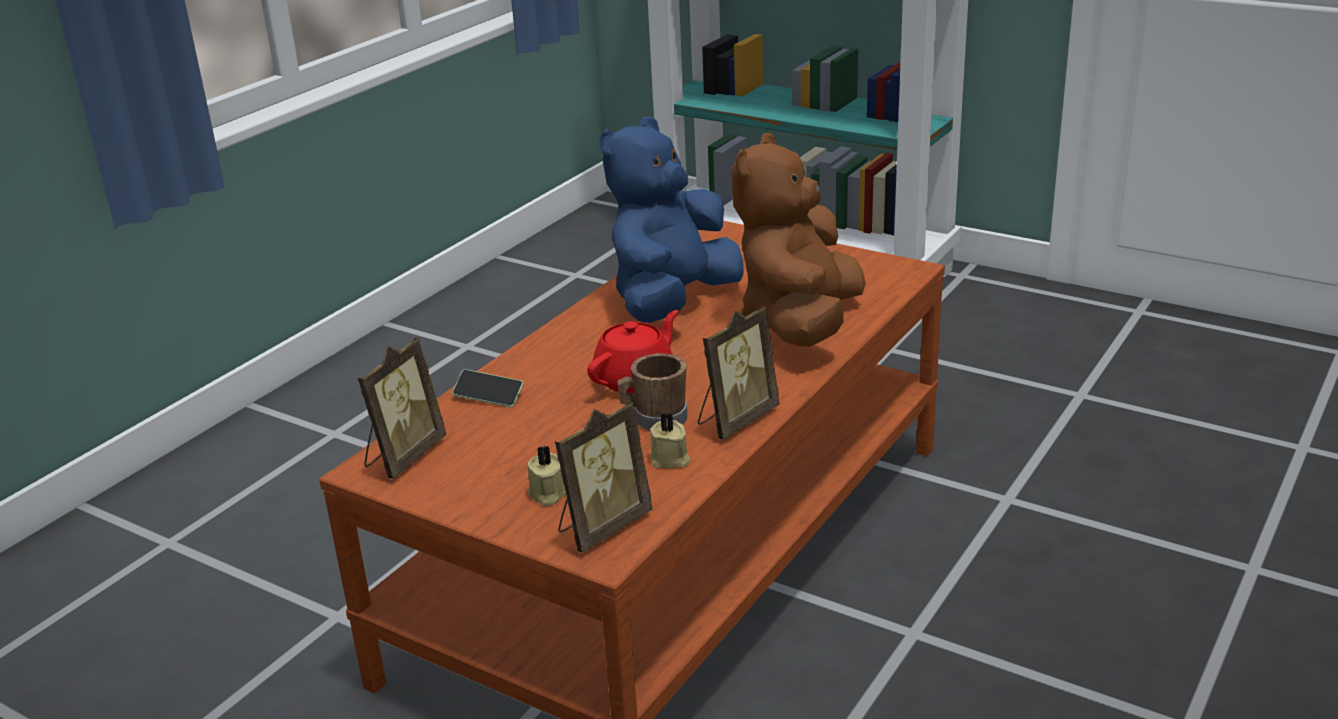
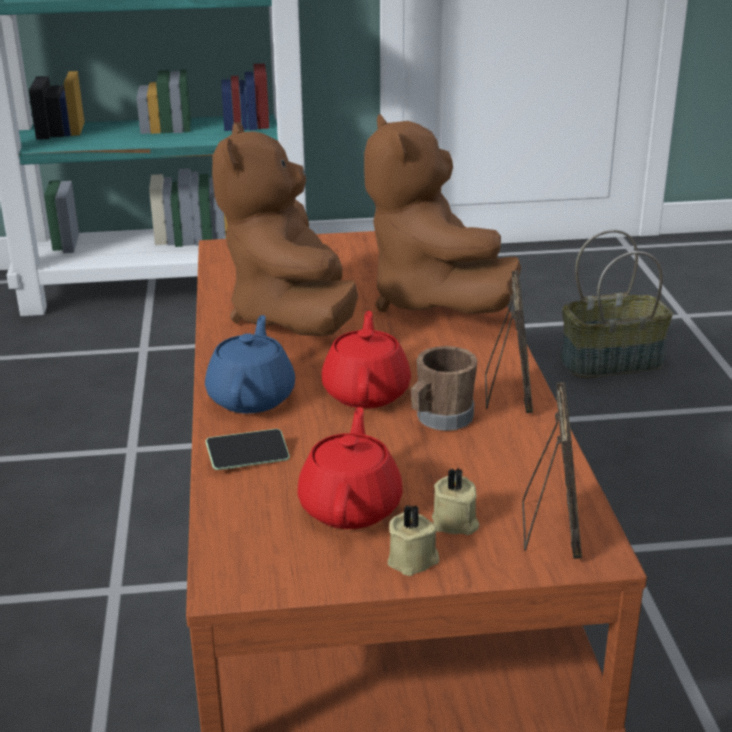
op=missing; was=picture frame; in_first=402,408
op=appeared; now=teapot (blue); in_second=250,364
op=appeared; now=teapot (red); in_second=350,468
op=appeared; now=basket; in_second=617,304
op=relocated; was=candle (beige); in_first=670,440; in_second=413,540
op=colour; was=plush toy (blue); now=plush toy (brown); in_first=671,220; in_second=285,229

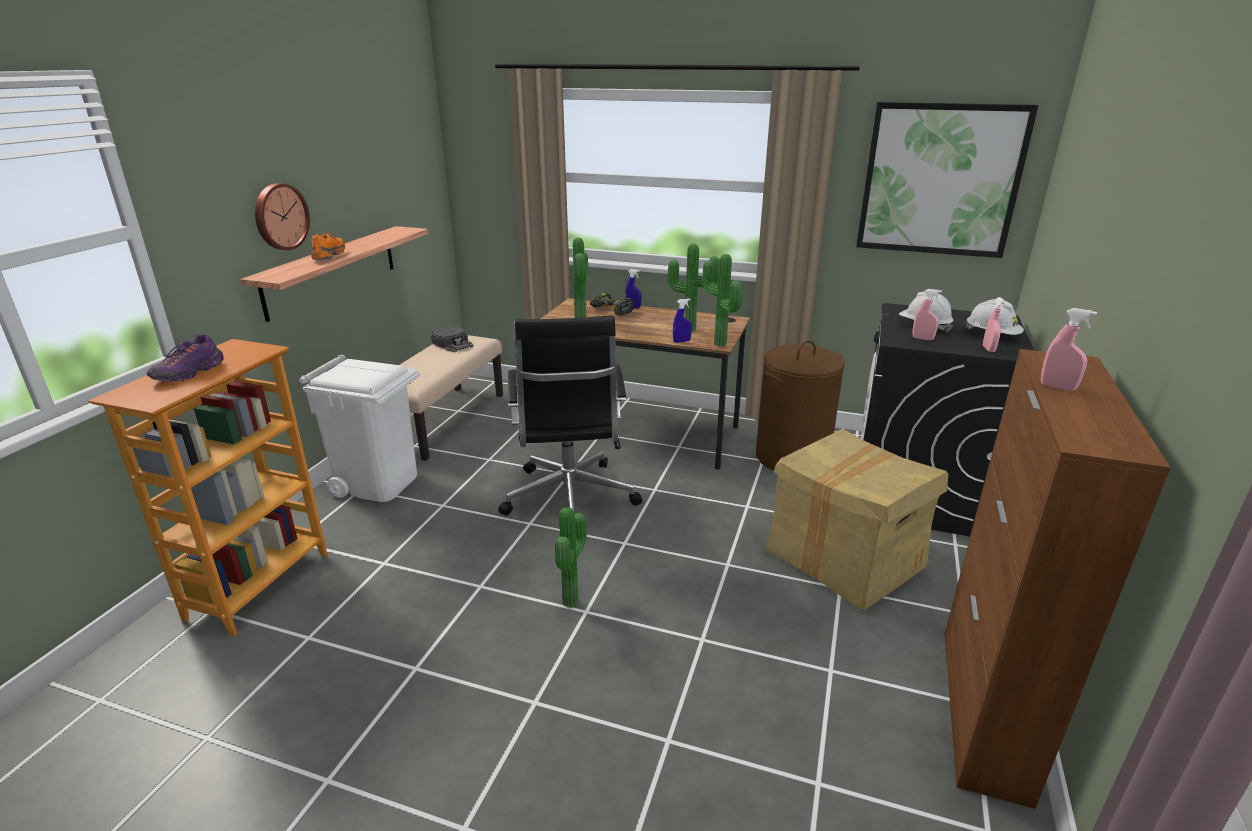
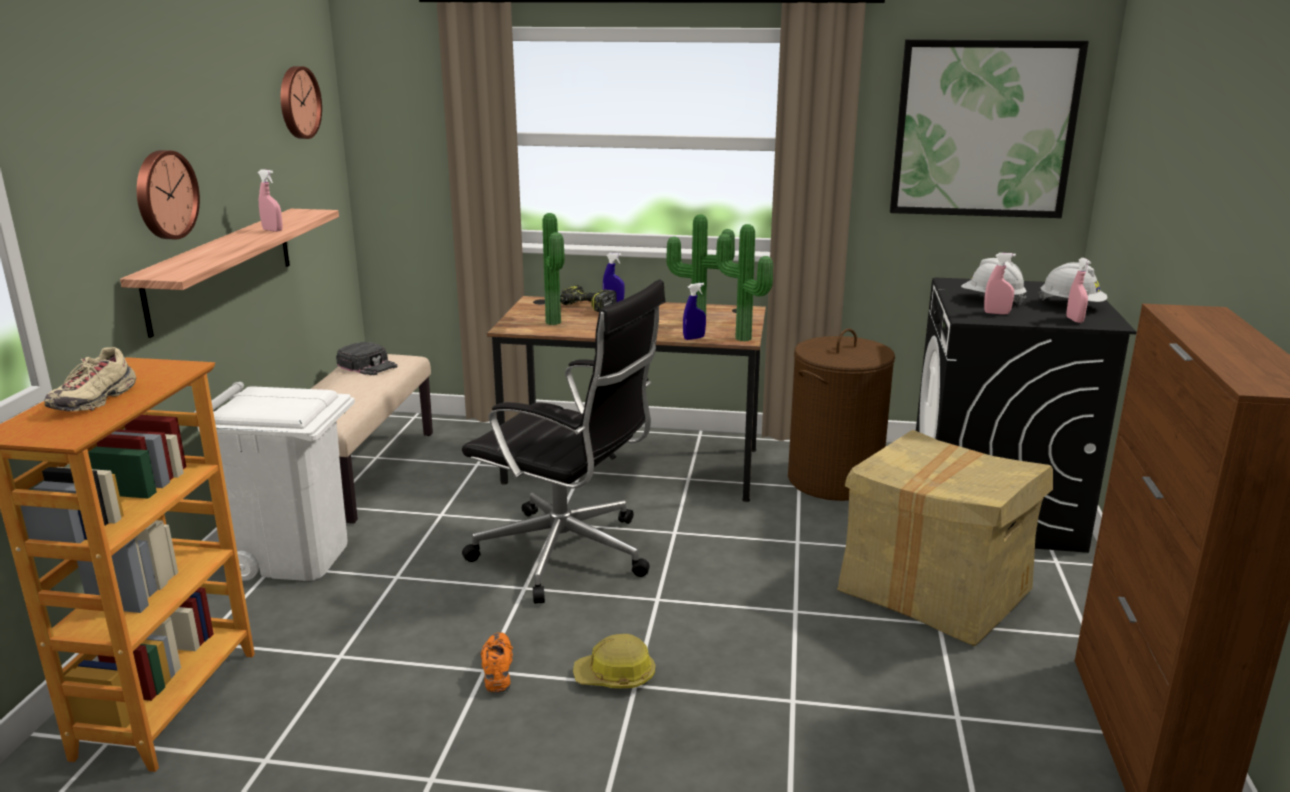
op=appeared; now=wall clock; in_second=301,102
op=relocated; was=shoe (orange); in_first=328,246; in_second=496,662
op=relocated; was=spray bottle (pink); in_first=1069,349; in_second=270,200
op=exchanged; was=potted plant; now=hard hat; in_first=571,557; in_second=614,661
op=colour; was=shoe (purple); now=shoe (beige); in_first=185,358; in_second=90,379
op=spun; was=office chair (black); in_first=570,415; in_second=564,441; clockwise=-45

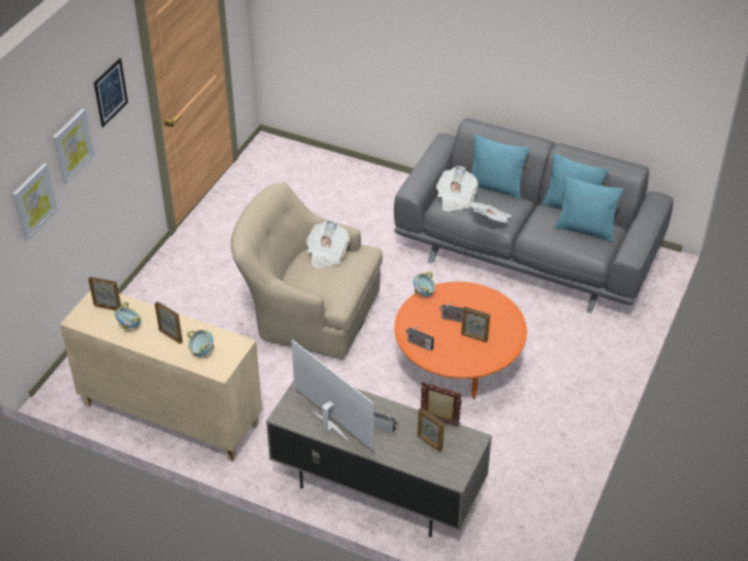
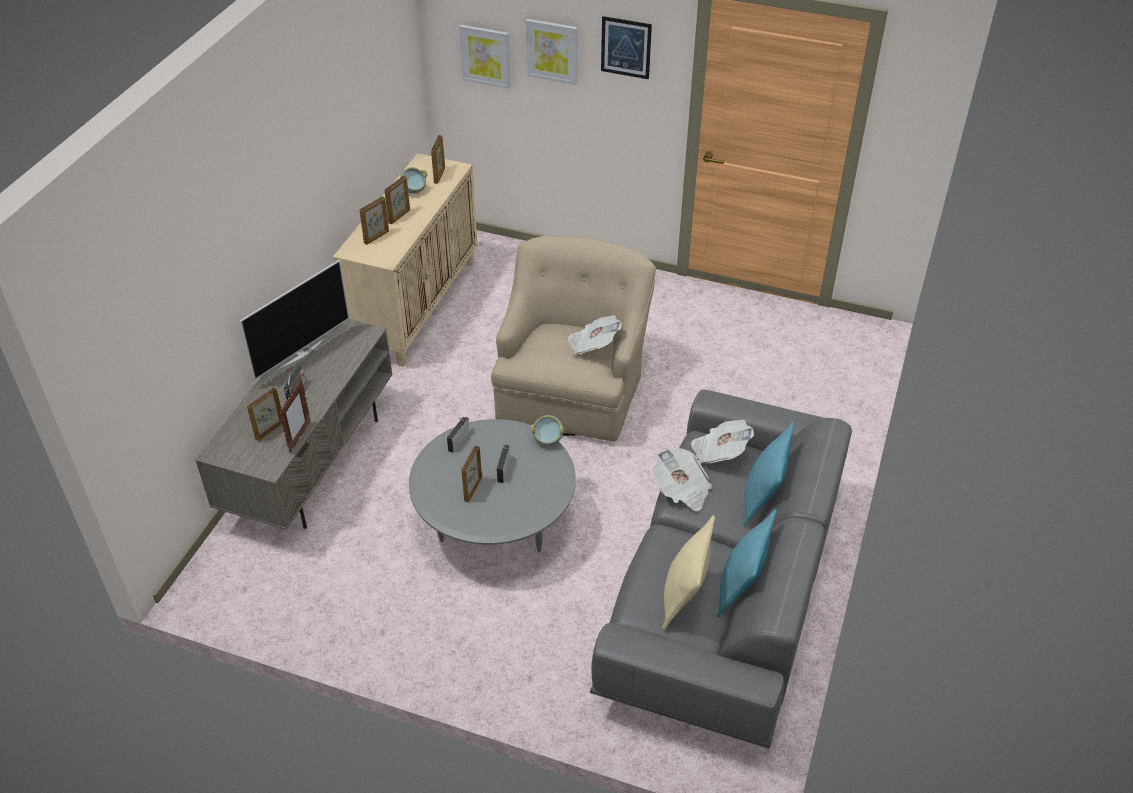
op=exchanged; was=bowl; now=picture frame; in_first=200,343; in_second=374,220
op=colour; was=coffee table (orange); now=coffee table (grey); in_first=460,340; in_second=492,485
op=colour; was=pillow (turquoise); now=pillow (beige); in_first=589,209; in_second=688,572

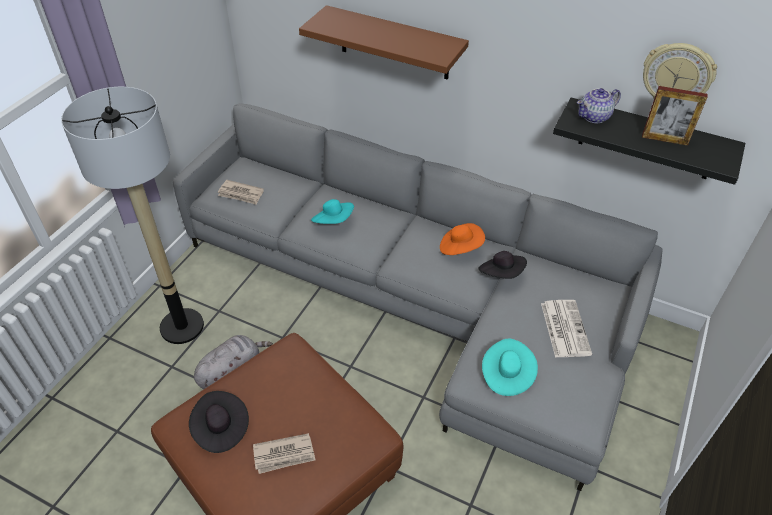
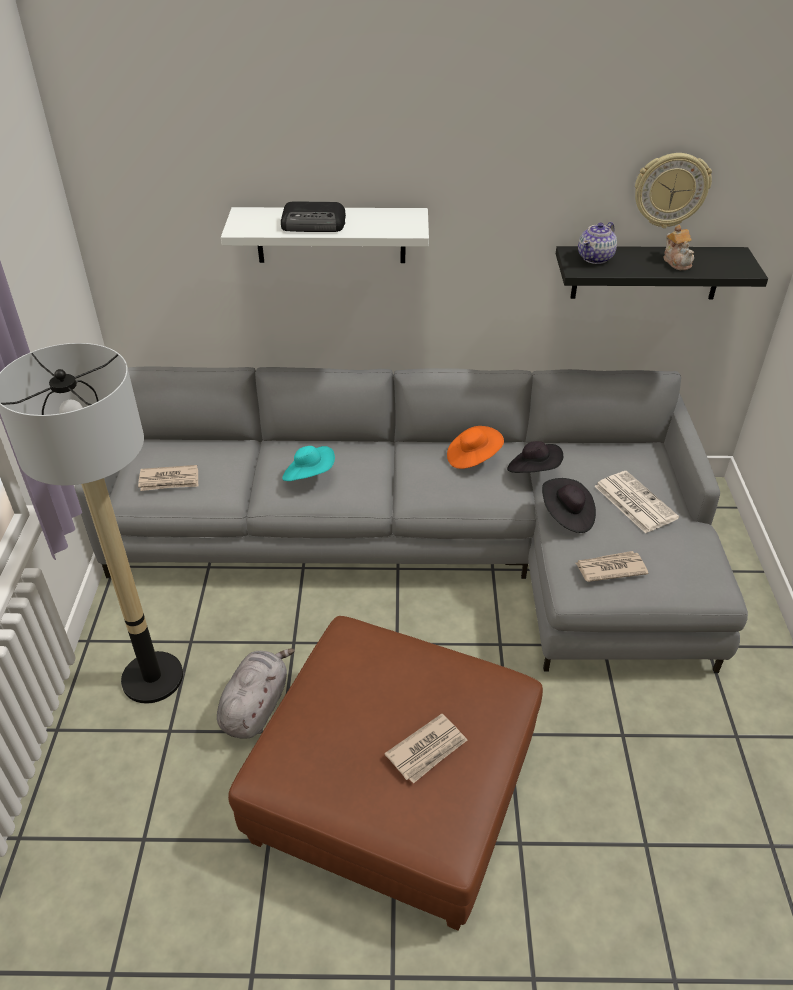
op=appeared; now=radio; in_second=313,216
op=relocated; was=hat (black); in_first=219,422; in_second=569,505
op=exchanged; was=hat (turquoise); now=newspaper; in_first=510,367; in_second=612,566
op=exchanged; was=picture frame; now=teapot; in_first=674,116; in_second=678,247
op=colour; was=shelf (brown); now=shelf (white); in_first=384,42; in_second=325,235

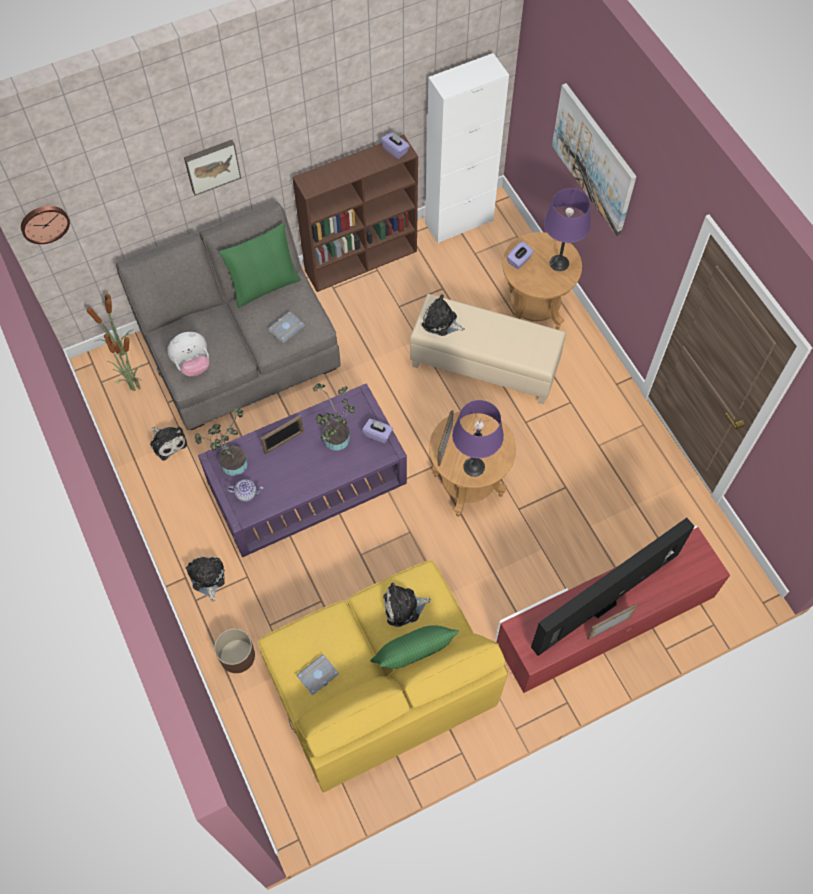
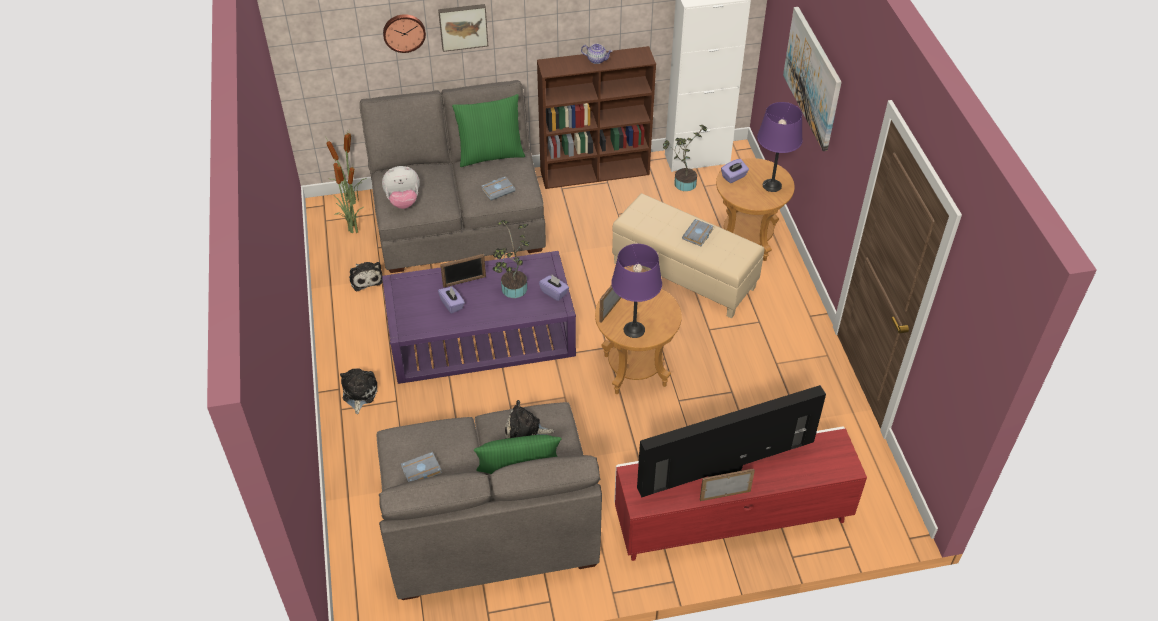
op=missing; was=planter (brown); in_first=234,650
op=missing; was=plush toy; in_first=443,315
op=appeared; now=book (grey); in_second=698,232
op=relocated; was=wall clock; in_first=45,225; in_second=404,33
op=relocated; was=potted plant; in_first=221,442; in_second=685,158
op=relocated; was=teapot; in_first=245,490; in_second=597,54
op=relocated; was=tissue box (purple); in_first=395,145; in_second=451,300
op=colour; was=sofa (yellow); now=sofa (grey); in_first=383,676; in_second=489,501

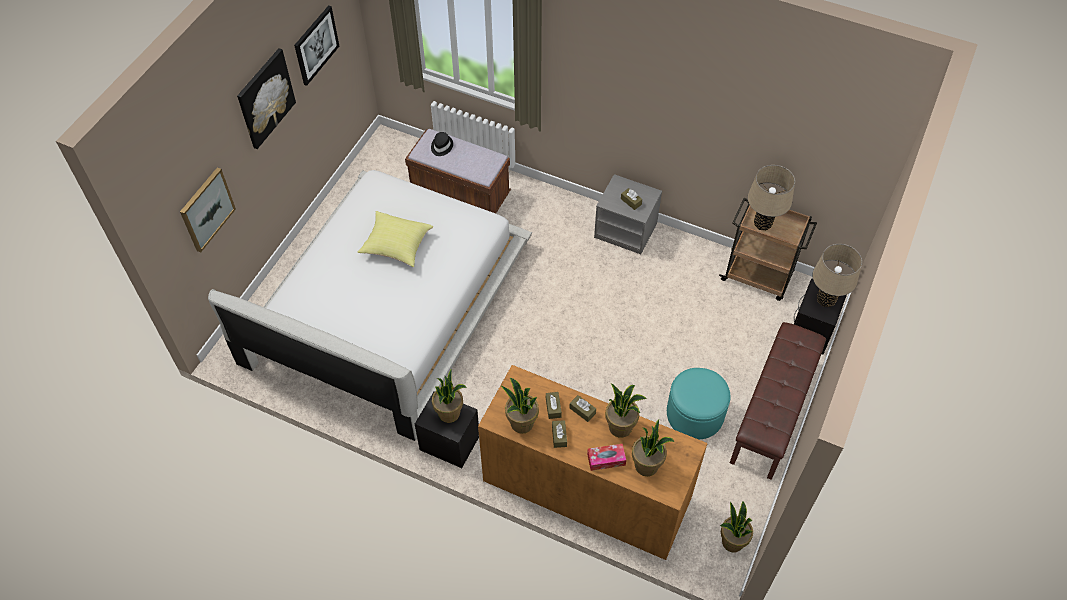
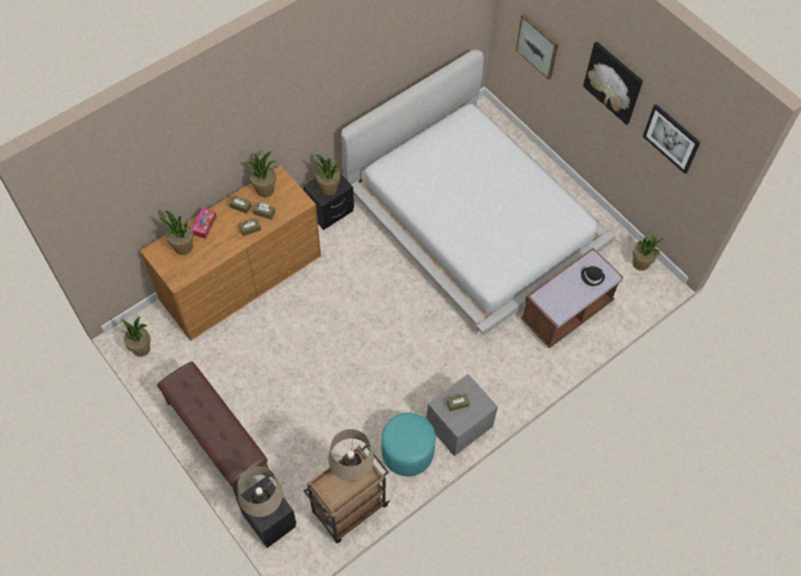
op=missing; was=pillow (yellow); in_first=395,239
op=relocated; was=potted plant; in_first=626,410; in_second=649,253
op=relocated; was=ottoman (turquoise); in_first=699,403; in_second=408,444

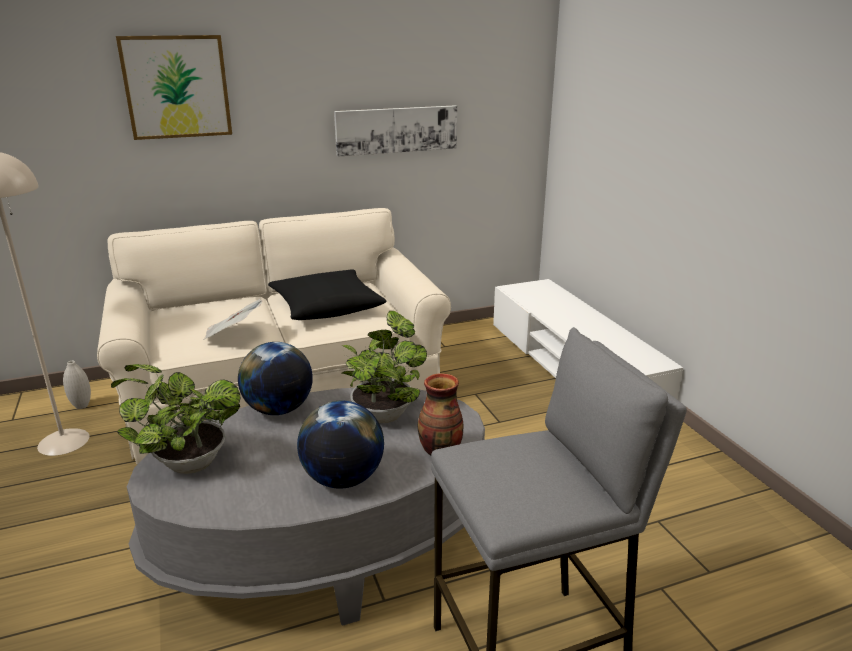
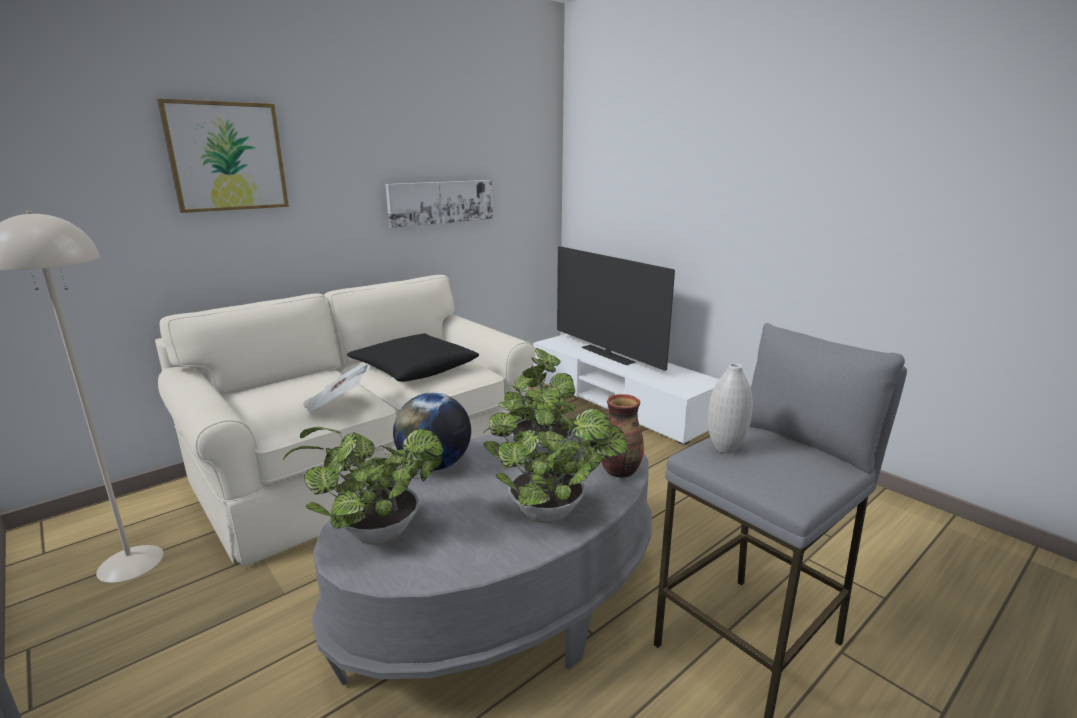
op=appeared; now=television; in_second=616,308
op=relocated; was=vase (white); in_first=77,385; in_second=730,408
op=exchanged; was=globe; now=potted plant; in_first=340,445; in_second=555,466

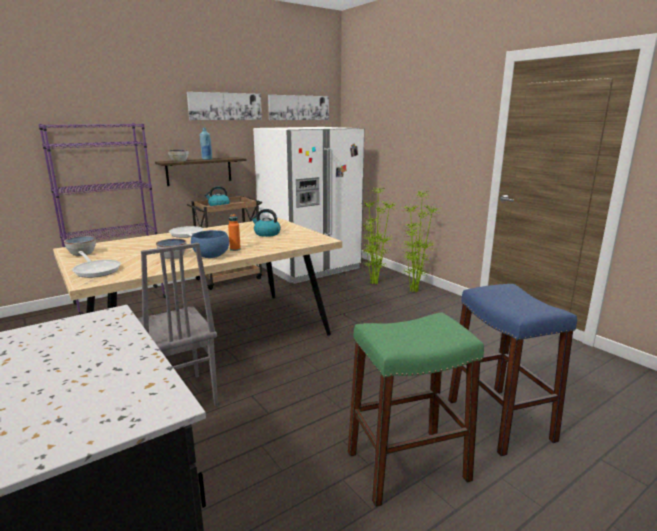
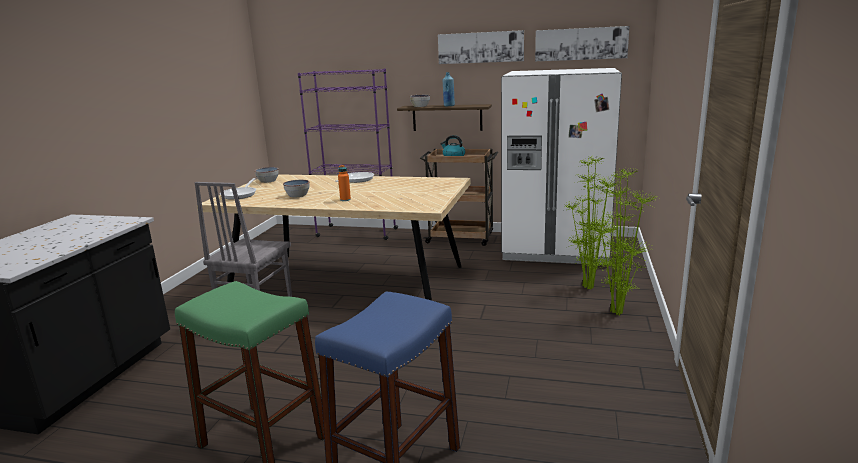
op=missing; was=bowl (blue); in_first=210,244
op=missing; was=kettle; in_first=266,223

